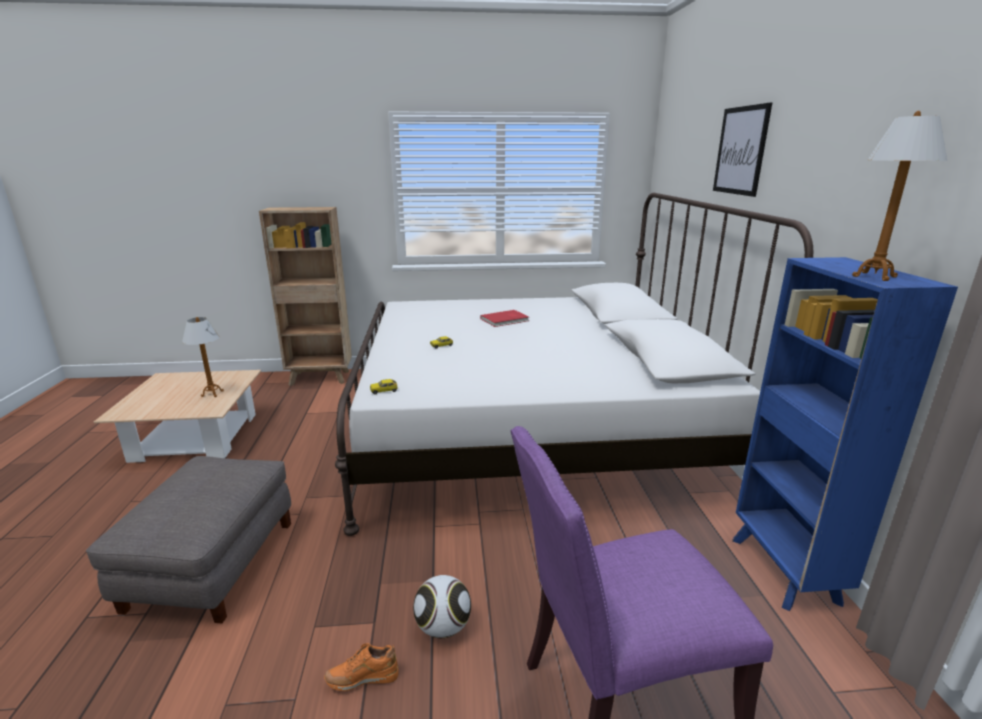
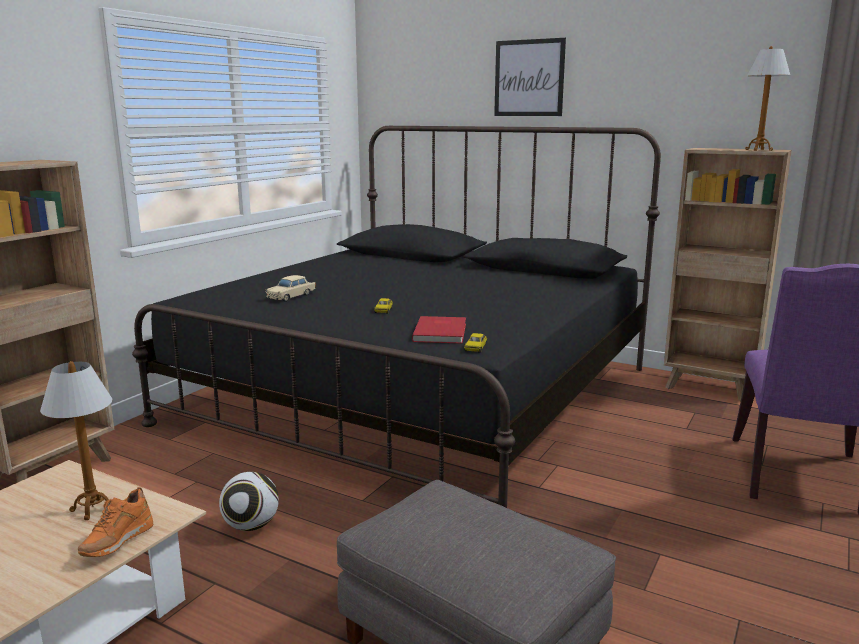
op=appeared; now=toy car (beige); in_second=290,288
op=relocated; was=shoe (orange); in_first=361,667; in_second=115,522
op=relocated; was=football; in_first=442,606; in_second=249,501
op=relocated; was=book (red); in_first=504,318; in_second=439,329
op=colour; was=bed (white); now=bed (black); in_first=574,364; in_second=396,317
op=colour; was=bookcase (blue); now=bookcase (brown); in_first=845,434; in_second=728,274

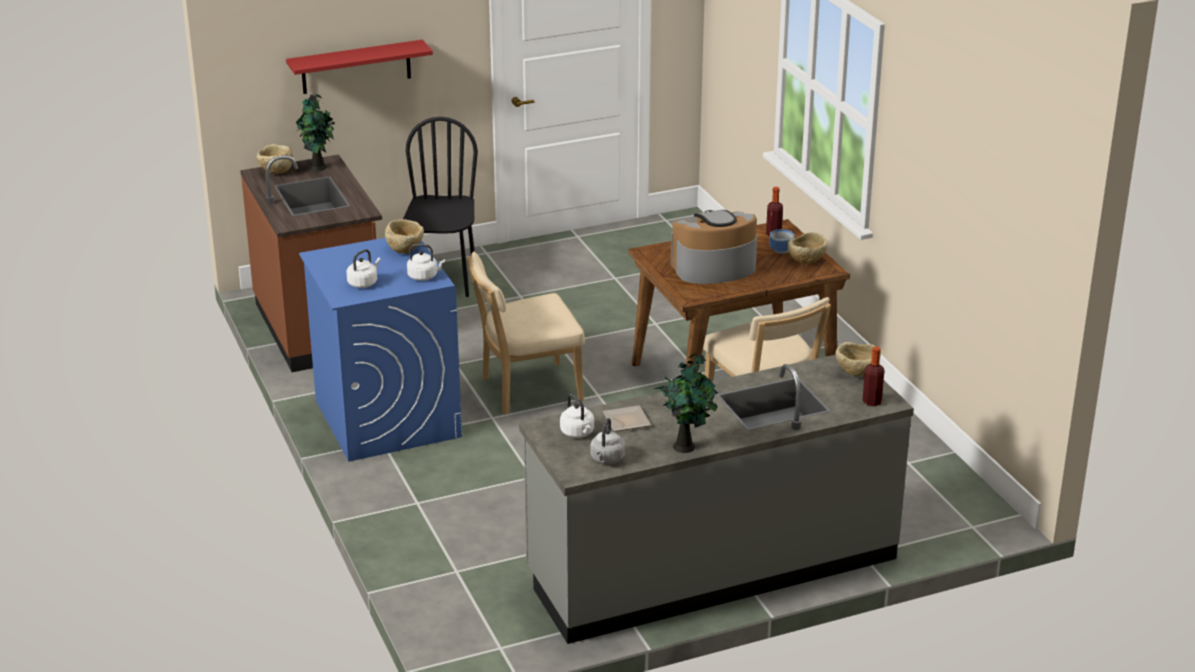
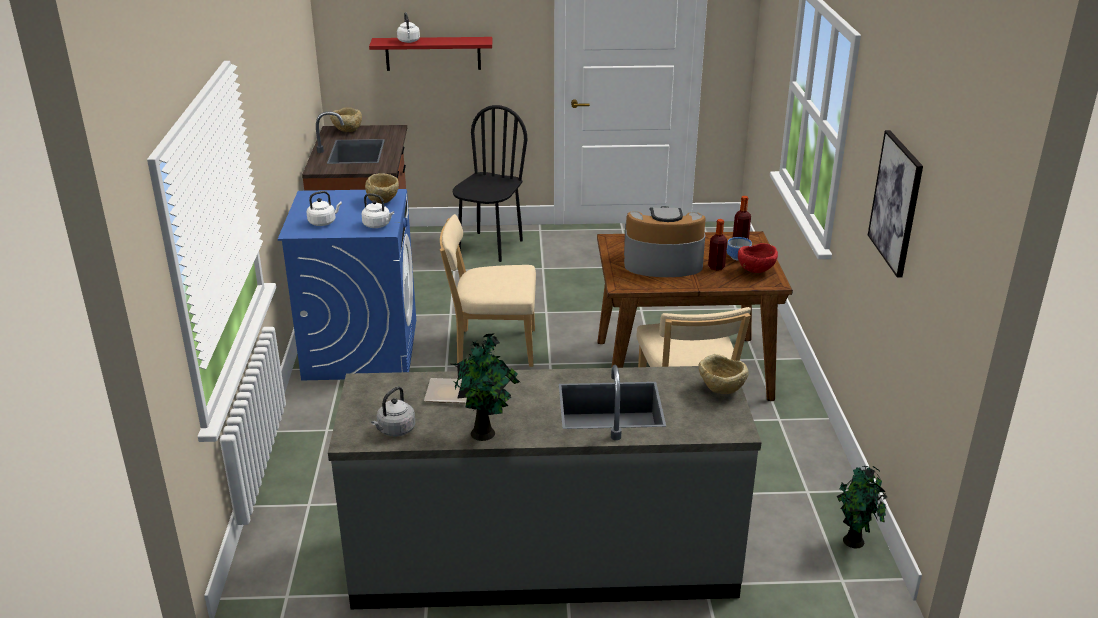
op=appeared; now=picture; in_second=895,203
op=relocated; was=potted plant; in_first=315,132; in_second=862,507
op=relocated; was=kettle (white); in_first=577,416; in_second=408,27
op=relocated; was=bottle; in_first=873,376; in_second=717,245
op=colour; was=bowl (beige); now=bowl (red); in_first=807,247; in_second=758,258

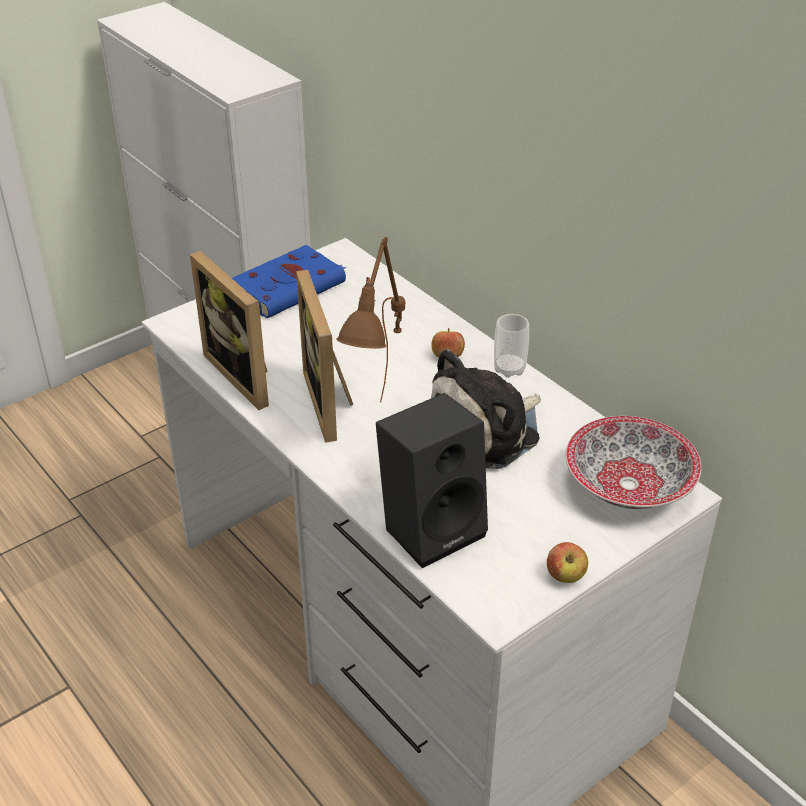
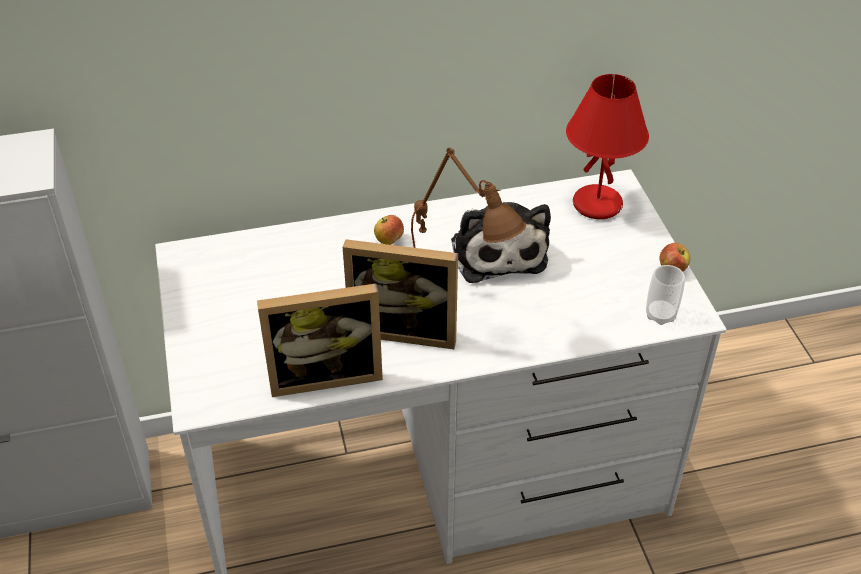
op=missing; was=book (blue); in_first=289,281
op=missing; was=speaker (black); in_first=432,480
op=relocated; was=cup; in_first=511,346; in_second=665,295
op=exchanged; was=bowl; now=table lamp (red); in_first=633,462; in_second=607,146

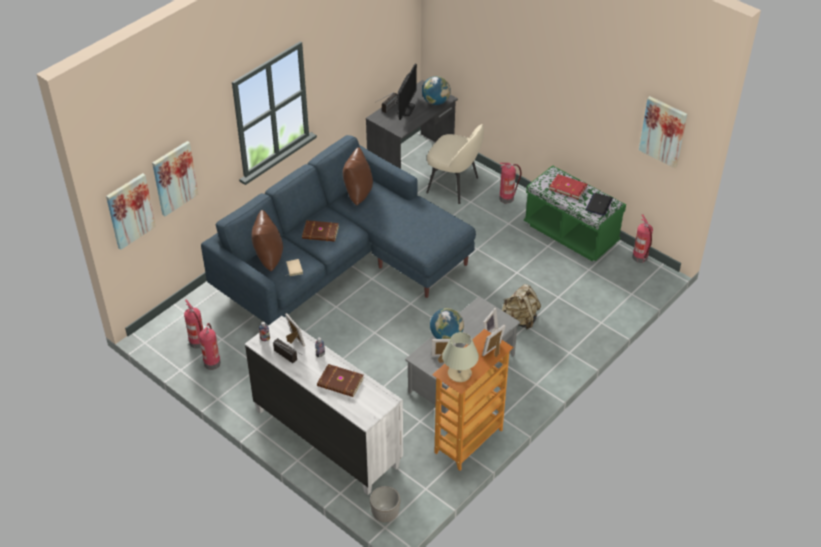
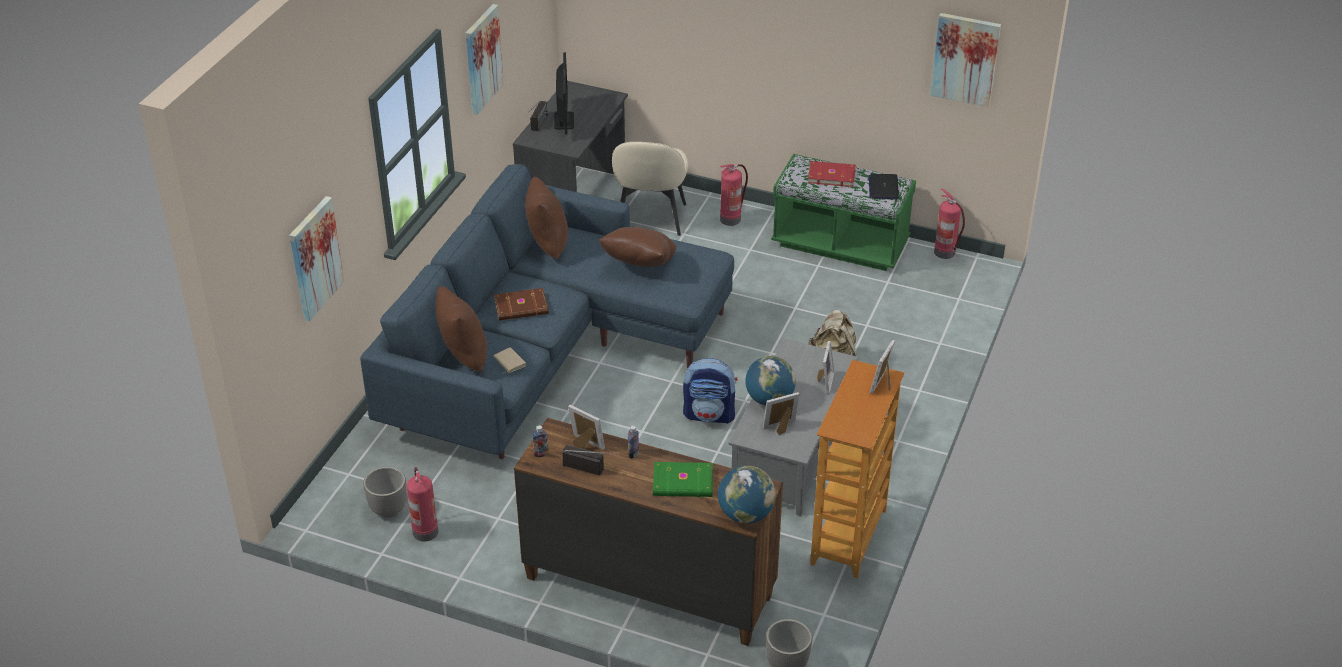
op=missing; was=table lamp (beige); in_first=460,357
op=appeared; now=pillow (brown); in_second=638,247
op=appeared; now=backpack; in_second=710,391
op=relocated; was=picture; in_first=131,211; in_second=484,59
op=relocated; was=globe; in_first=436,90; in_second=747,495
op=exchanged; was=fire extinguisher; now=planter; in_first=193,324; in_second=385,492
op=colour; was=dresser (white); now=dresser (brown); in_first=324,405; in_second=648,532
op=colour; was=book (brown); now=book (green); in_first=340,380; in_second=683,479
op=spun; was=chair (beige); in_first=455,164; in_second=650,189; clockwise=90

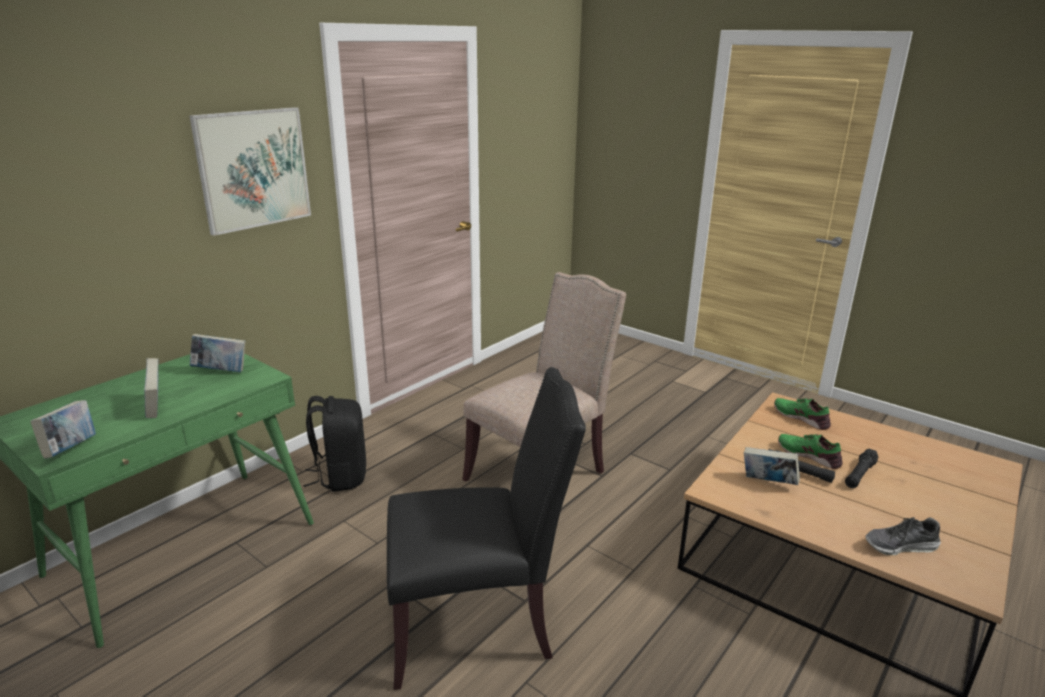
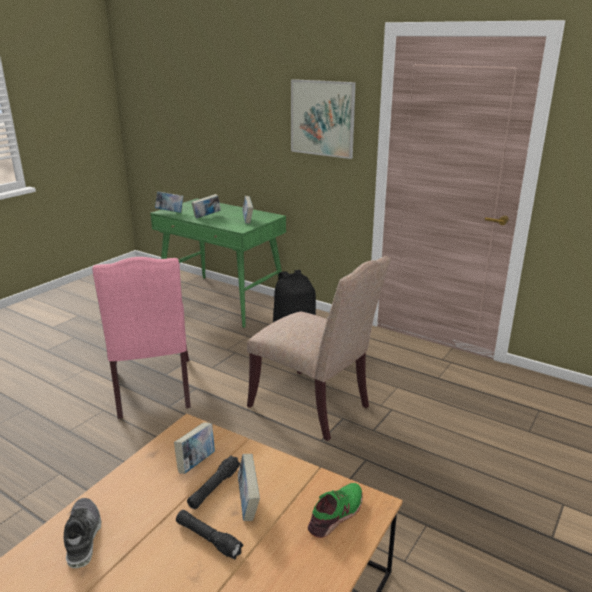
op=exchanged; was=shoe (green); now=book; in_first=810,451; in_second=249,487
op=colour; was=chair (black); now=chair (pink); in_first=486,528; in_second=141,338

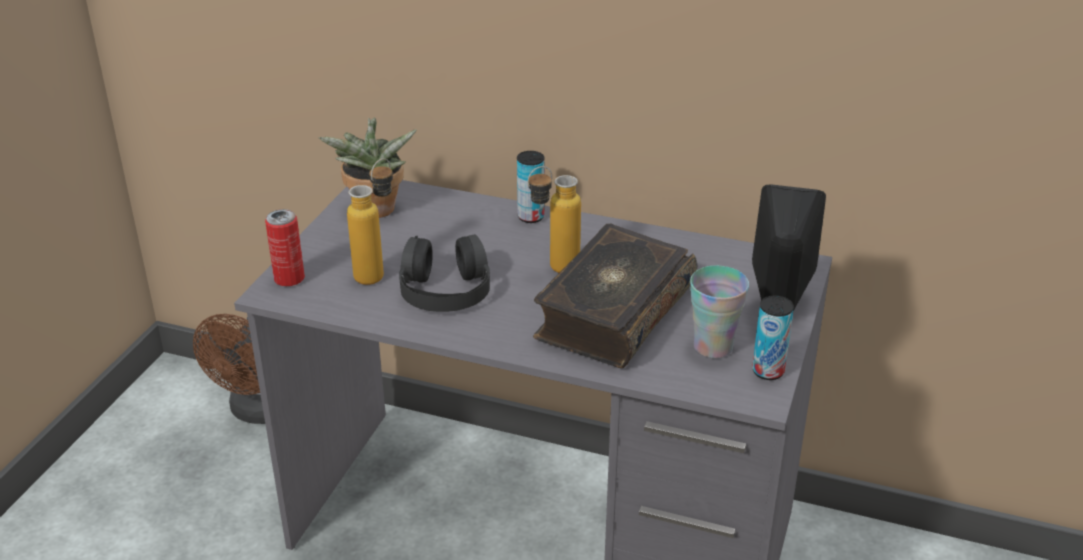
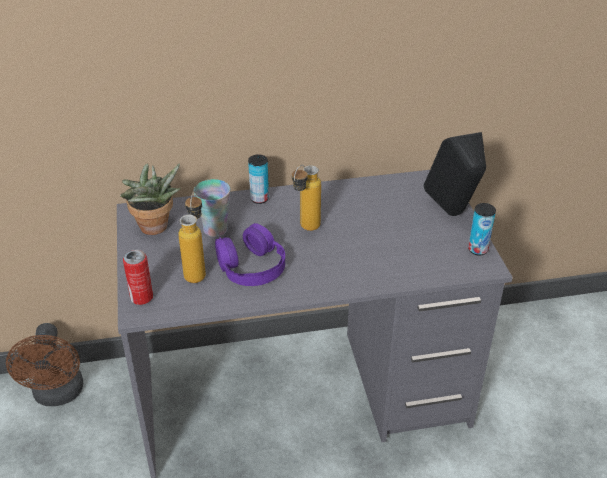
op=missing; was=book; in_first=615,296
op=relocated; was=cup; in_first=719,312; in_second=212,208
op=colour; was=headphones (black); now=headphones (purple); in_first=444,273; in_second=250,254

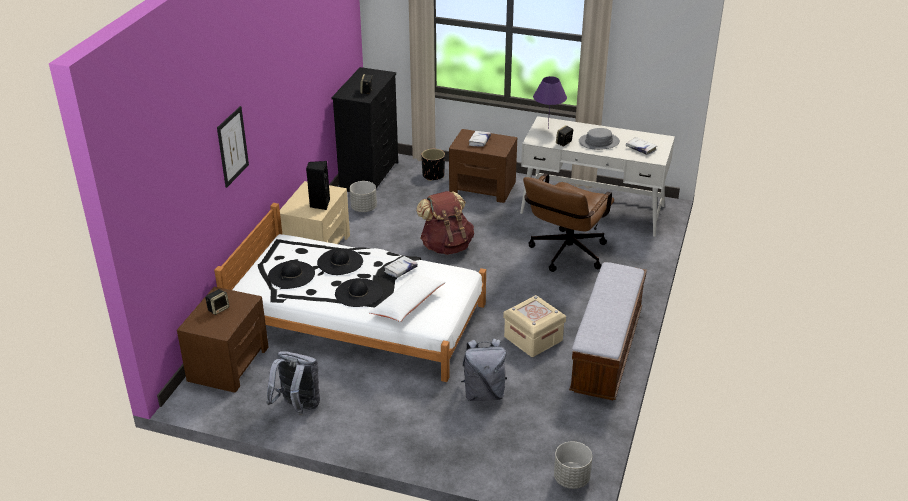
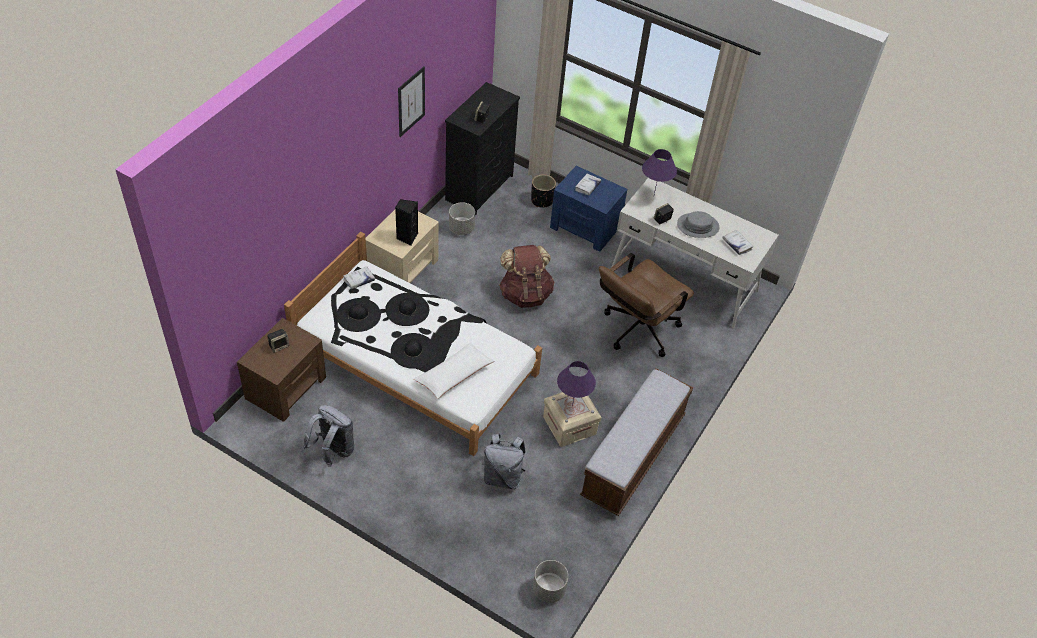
op=appeared; now=table lamp (purple); in_second=576,383
op=relocated; was=picture; in_first=233,147; in_second=411,102
op=relocated; was=book (white); in_first=401,267; in_second=359,278
op=colour; was=nightstand (brown); now=nightstand (blue); in_first=483,166; in_second=588,209

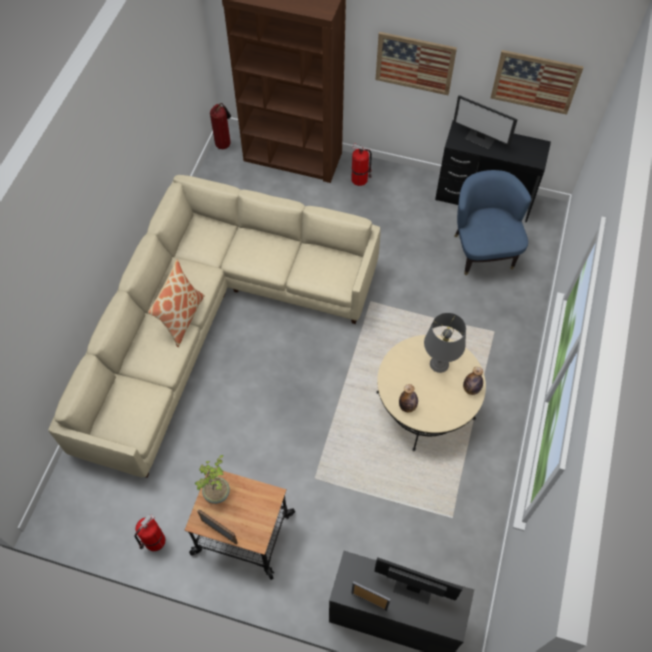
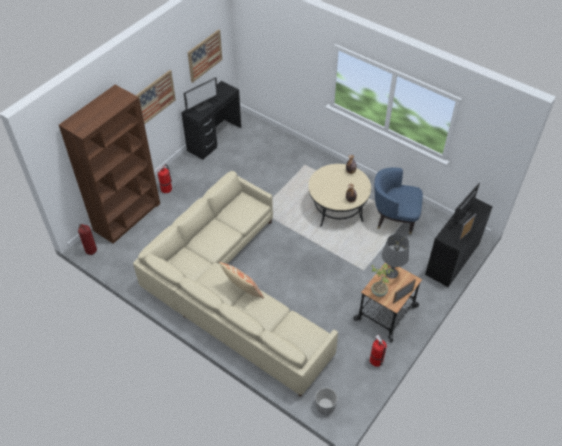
op=appeared; now=planter; in_second=326,400
op=relocated; was=table lamp (grey); in_first=445,343; in_second=395,256
op=relocated; was=armchair (blue); in_first=492,222; in_second=398,201

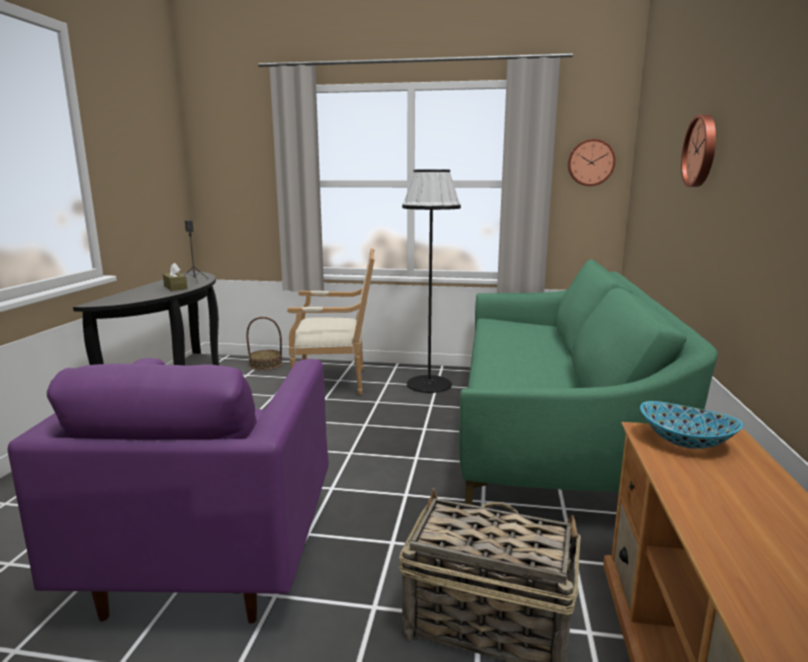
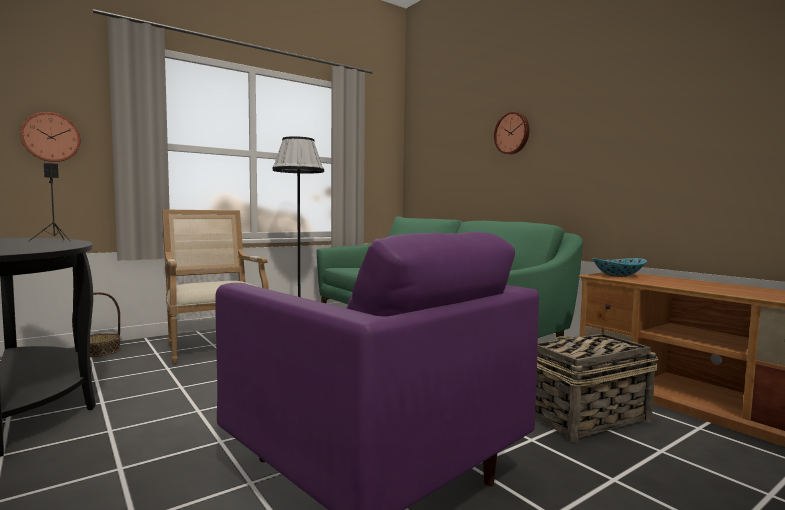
op=missing; was=tissue box (brown); in_first=175,277
op=relocated; was=wall clock; in_first=592,162; in_second=50,137
op=spun; was=armchair; in_first=331,321; in_second=215,286; clockwise=-75

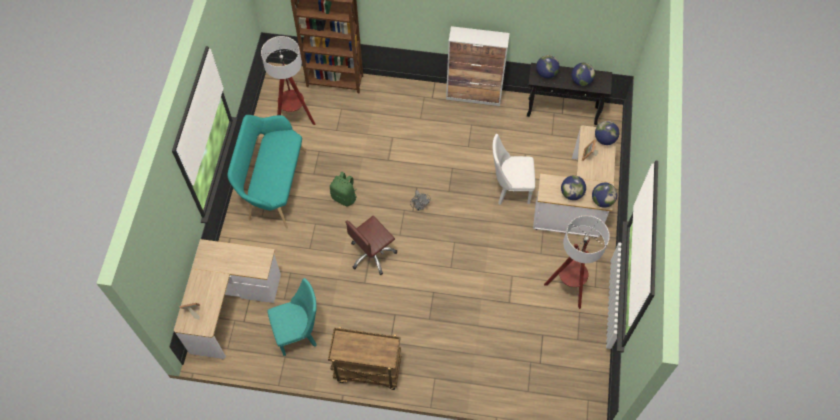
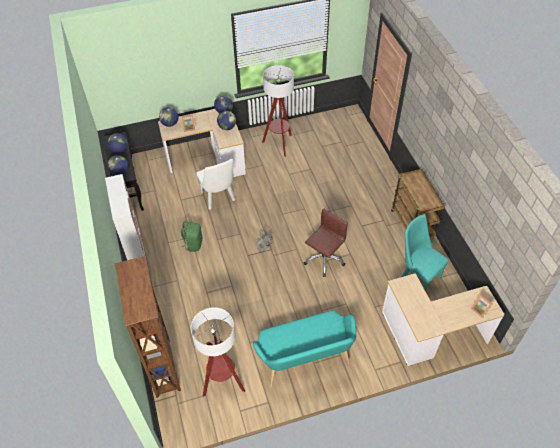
op=relocated; was=backpack (green); in_first=343,189; in_second=191,237
op=spun; was=office chair (brown); in_first=371,245; in_second=326,242; clockwise=-75

